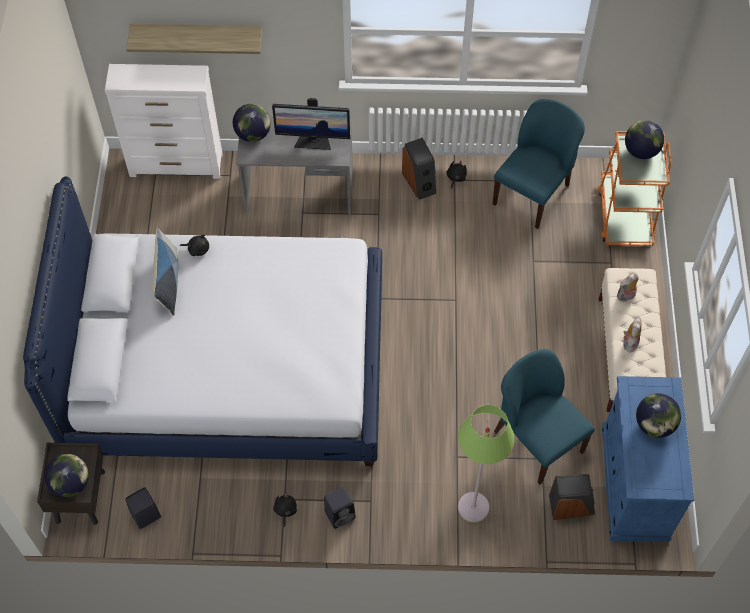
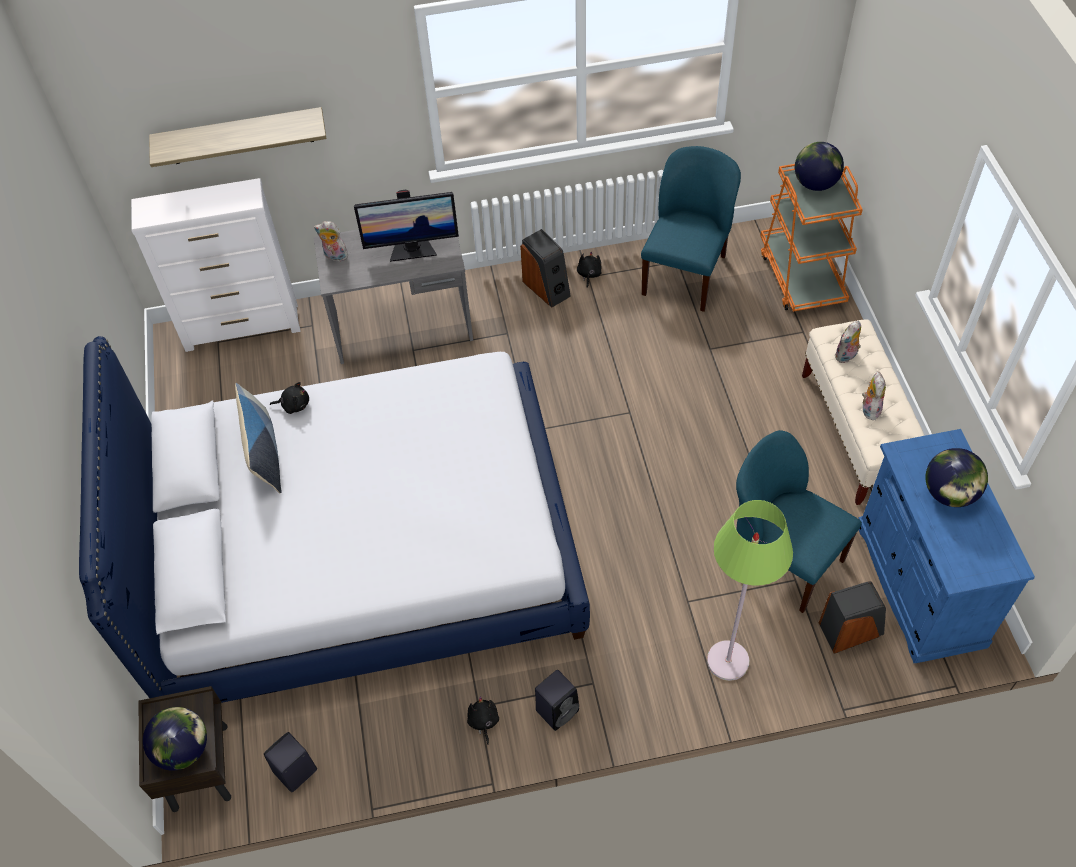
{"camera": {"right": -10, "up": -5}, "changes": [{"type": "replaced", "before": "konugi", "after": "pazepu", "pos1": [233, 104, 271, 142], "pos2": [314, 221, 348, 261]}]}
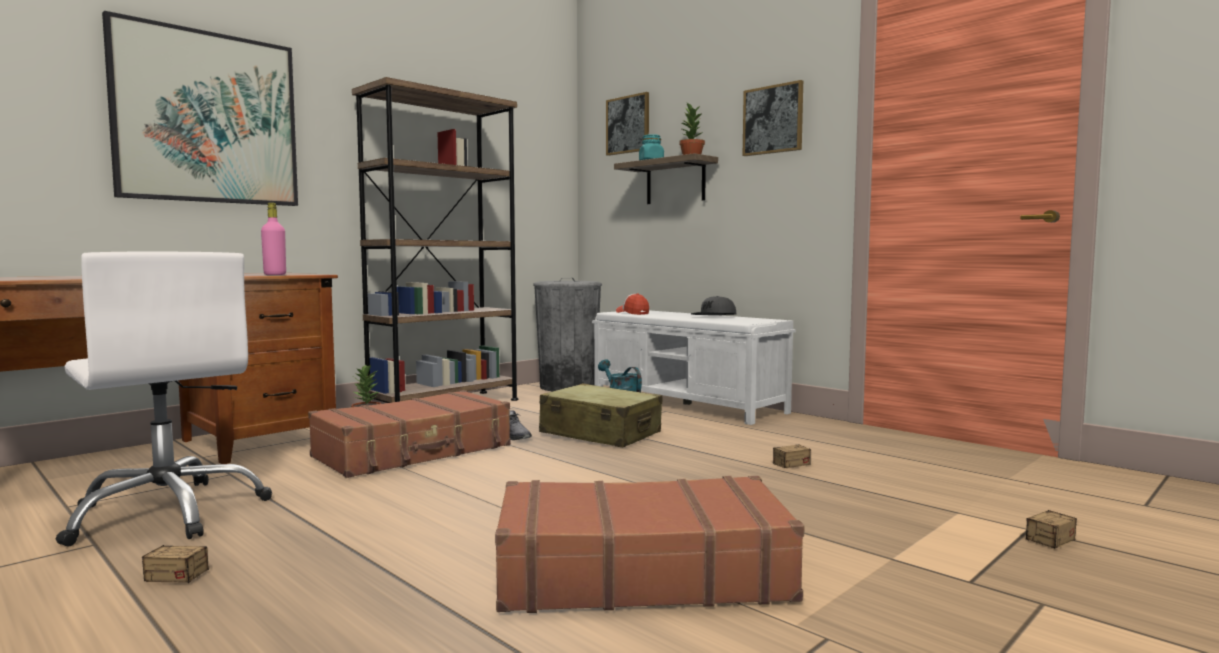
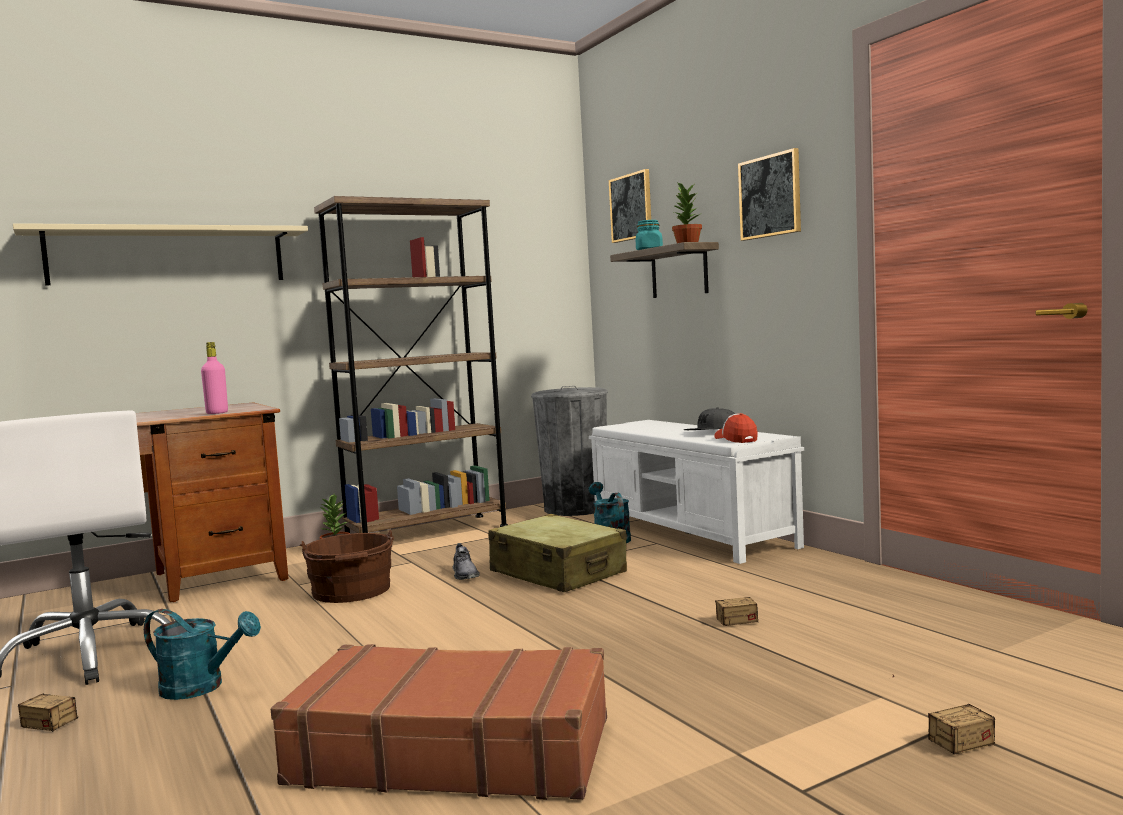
{"camera": {"right": 15, "up": 0}, "changes": [{"type": "replaced", "before": "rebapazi", "after": "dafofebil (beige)", "pos1": [102, 11, 298, 206], "pos2": [13, 223, 308, 285]}, {"type": "added", "after": "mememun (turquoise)", "pos2": [144, 609, 261, 700]}, {"type": "replaced", "before": "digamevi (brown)", "after": "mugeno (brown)", "pos1": [308, 390, 511, 478], "pos2": [300, 530, 394, 603]}, {"type": "moved", "before": "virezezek", "pos1": [616, 293, 649, 315], "pos2": [714, 413, 758, 443]}]}
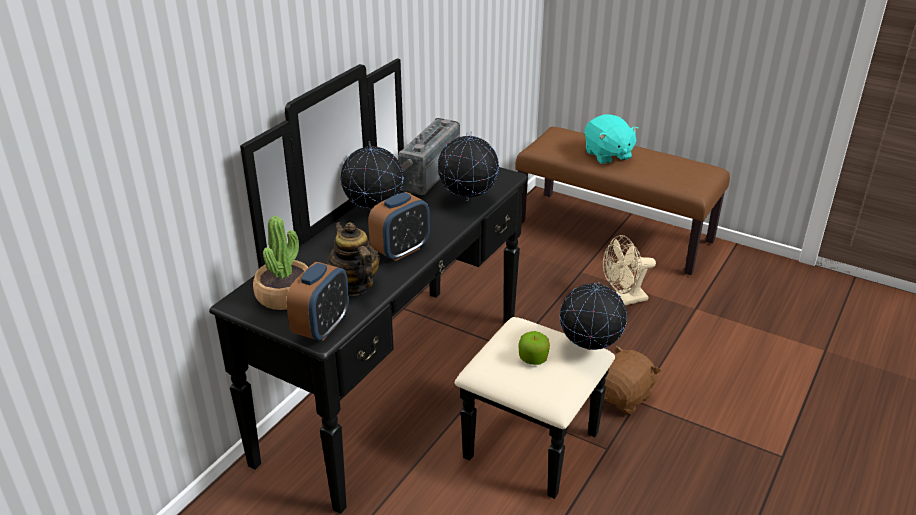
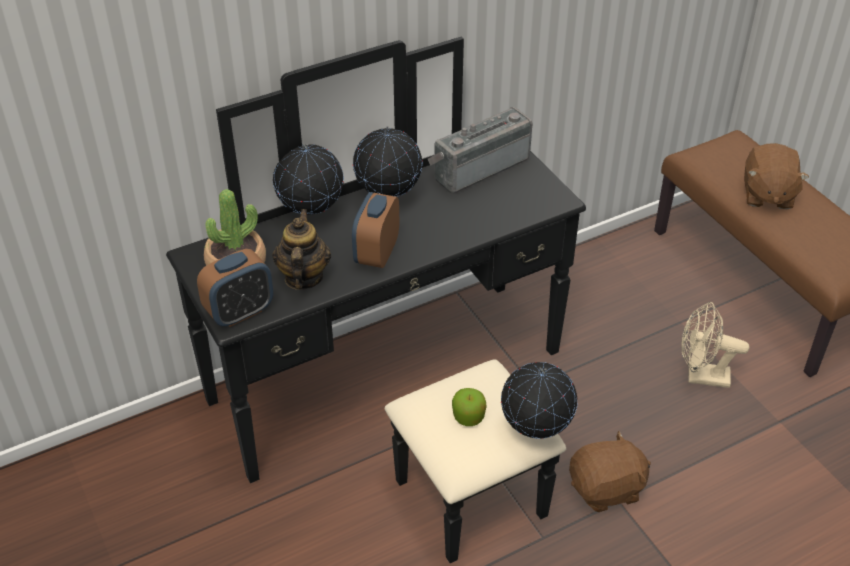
{"camera": {"right": 30, "up": 10}, "changes": [{"type": "moved", "before": "konugi", "pos1": [438, 132, 499, 201], "pos2": [273, 143, 344, 214]}, {"type": "turned", "before": "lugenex", "pos1": [368, 192, 430, 261], "pos2": [352, 192, 399, 268], "turn": 120}, {"type": "recoloured", "before": "pazepu (turquoise)", "after": "pazepu (brown)", "pos1": [585, 114, 639, 164], "pos2": [744, 143, 809, 209]}]}
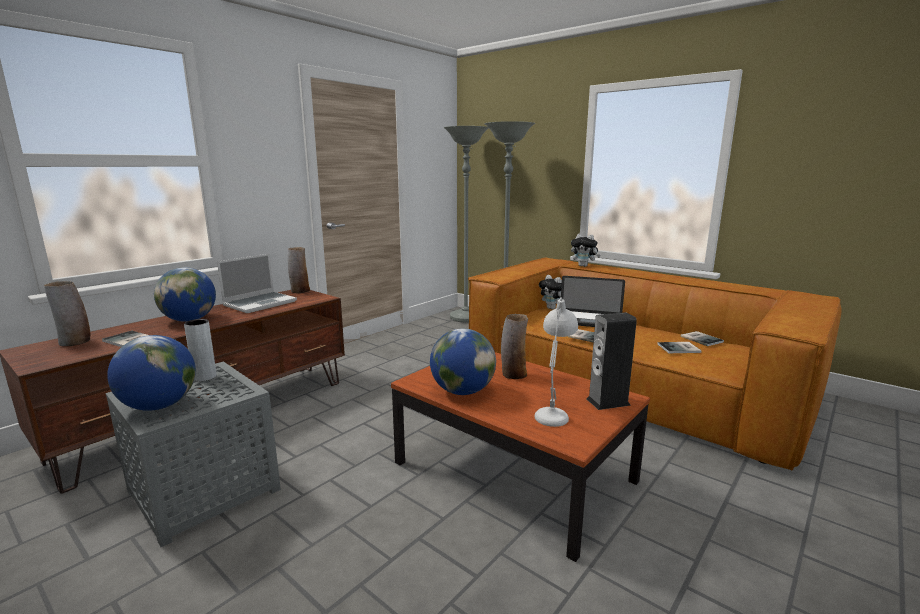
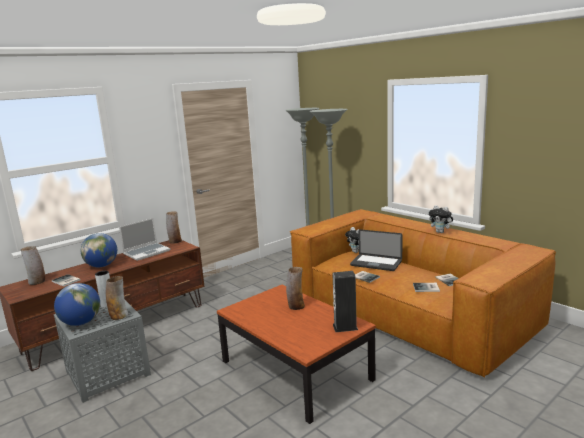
{"camera": {"right": 10, "up": 0}, "changes": [{"type": "added", "after": "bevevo", "pos2": [106, 276, 129, 320]}, {"type": "moved", "before": "pazepu", "pos1": [571, 234, 600, 267], "pos2": [429, 205, 454, 233]}, {"type": "removed", "before": "konugi", "pos1": [430, 328, 496, 395]}, {"type": "removed", "before": "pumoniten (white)", "pos1": [535, 297, 578, 427]}]}
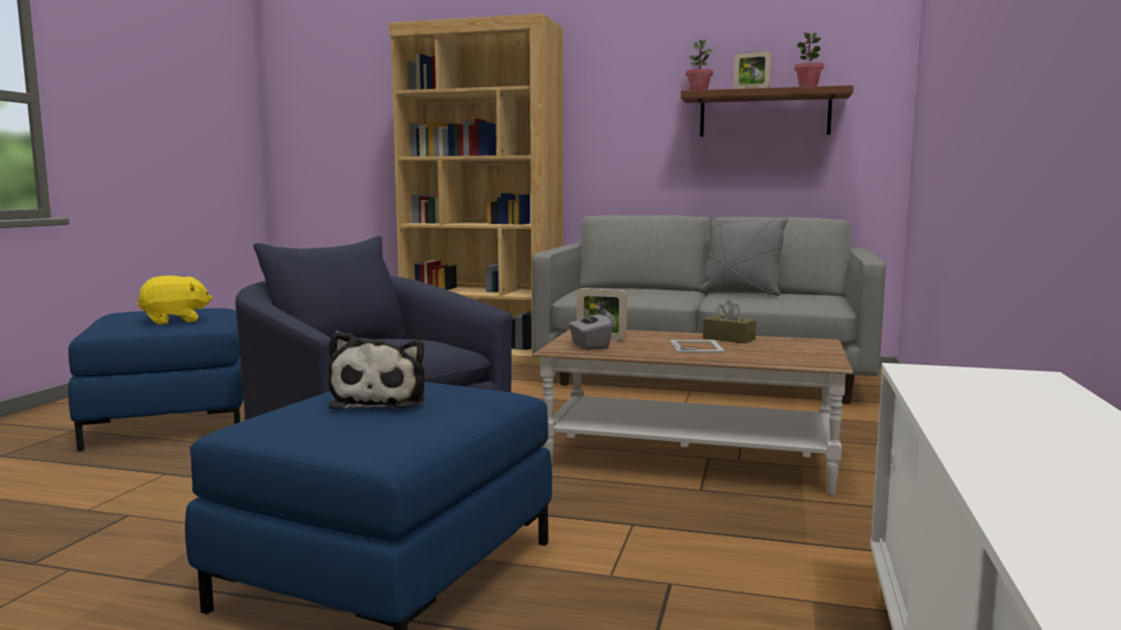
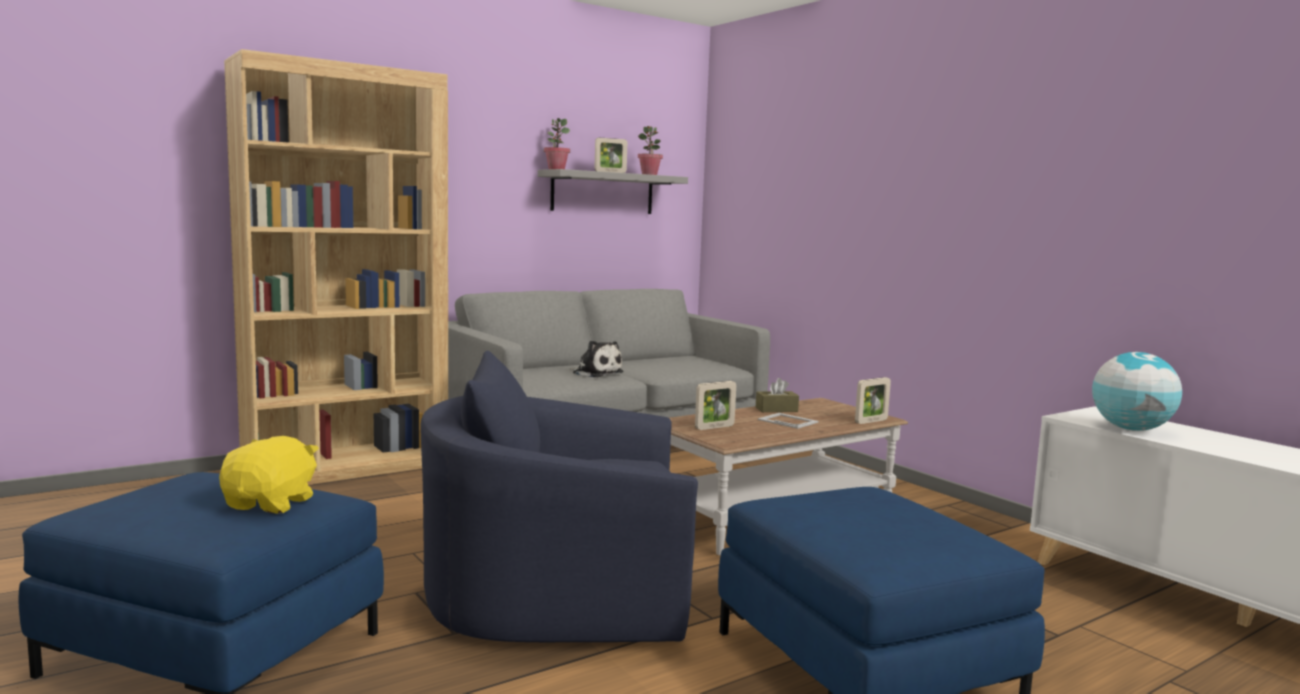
{"camera": {"right": -50, "up": 0}, "changes": [{"type": "recoloured", "before": "dafofebil (brown)", "after": "dafofebil (grey)", "pos1": [681, 85, 854, 137], "pos2": [538, 169, 688, 214]}, {"type": "moved", "before": "pazepu", "pos1": [328, 331, 425, 409], "pos2": [570, 340, 623, 377]}, {"type": "added", "after": "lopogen", "pos2": [855, 377, 891, 424]}, {"type": "added", "after": "konugi", "pos2": [1092, 352, 1182, 431]}, {"type": "removed", "before": "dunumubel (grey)", "pos1": [568, 307, 613, 350]}, {"type": "removed", "before": "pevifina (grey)", "pos1": [699, 216, 788, 296]}]}
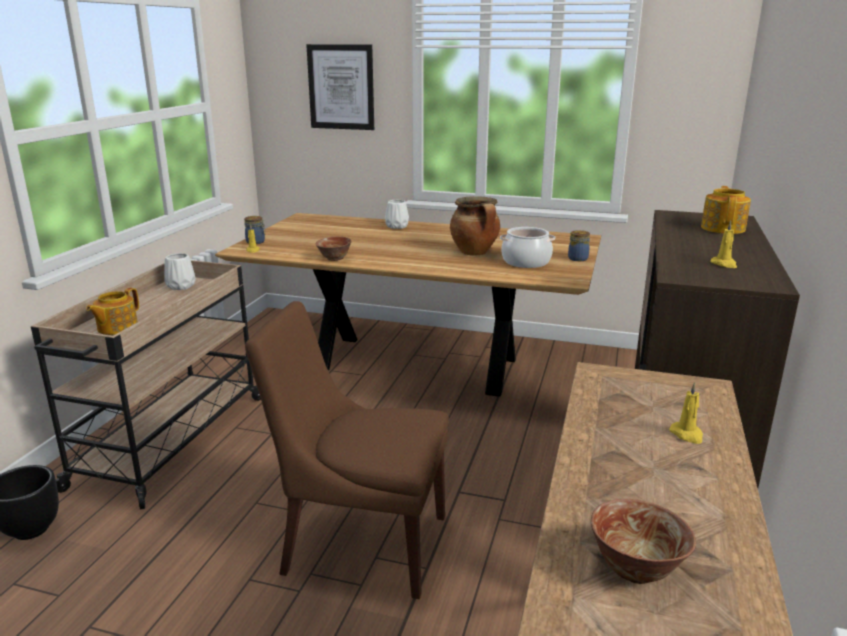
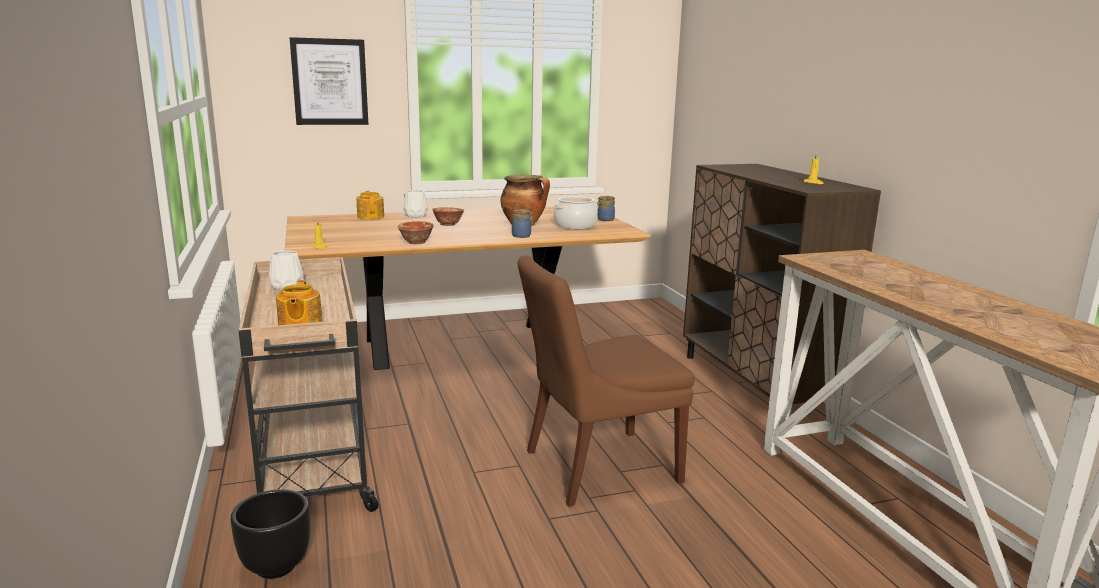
{"camera": {"right": -35, "up": -5}, "changes": [{"type": "moved", "before": "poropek", "pos1": [701, 186, 751, 234], "pos2": [357, 191, 384, 220]}, {"type": "moved", "before": "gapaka", "pos1": [591, 499, 696, 584], "pos2": [432, 207, 464, 226]}, {"type": "moved", "before": "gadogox", "pos1": [244, 216, 266, 244], "pos2": [512, 209, 533, 238]}, {"type": "removed", "before": "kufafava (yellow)", "pos1": [669, 382, 703, 444]}]}
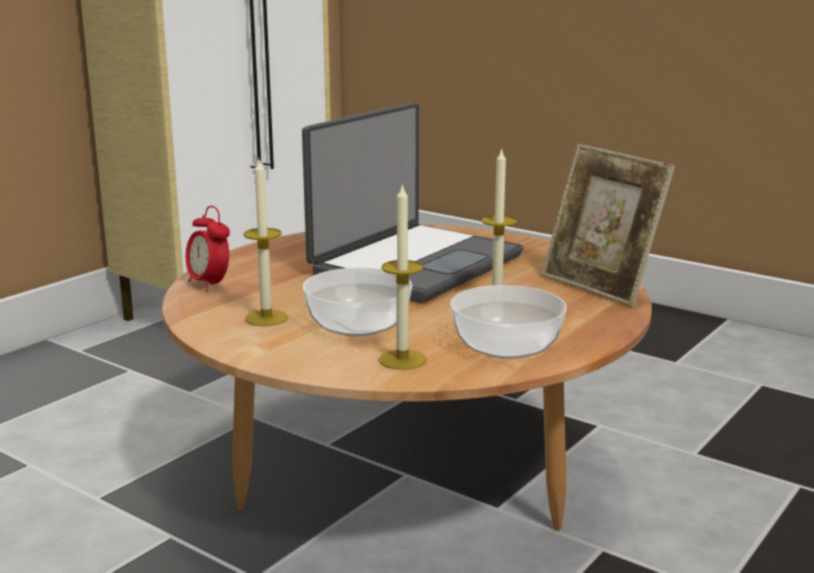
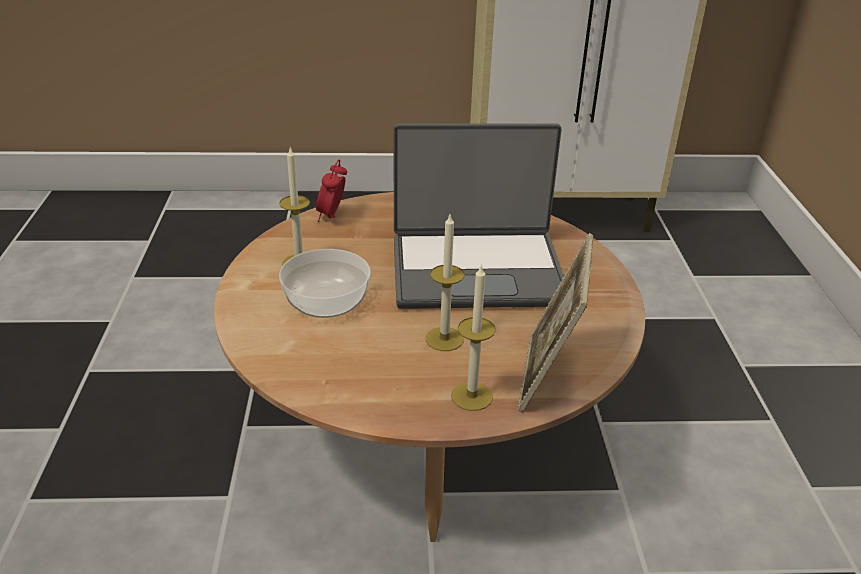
{"camera": {"right": 50, "up": 15}, "changes": [{"type": "moved", "before": "kufafava", "pos1": [379, 183, 427, 370], "pos2": [451, 264, 496, 411]}, {"type": "removed", "before": "gapaka", "pos1": [450, 285, 567, 359]}]}
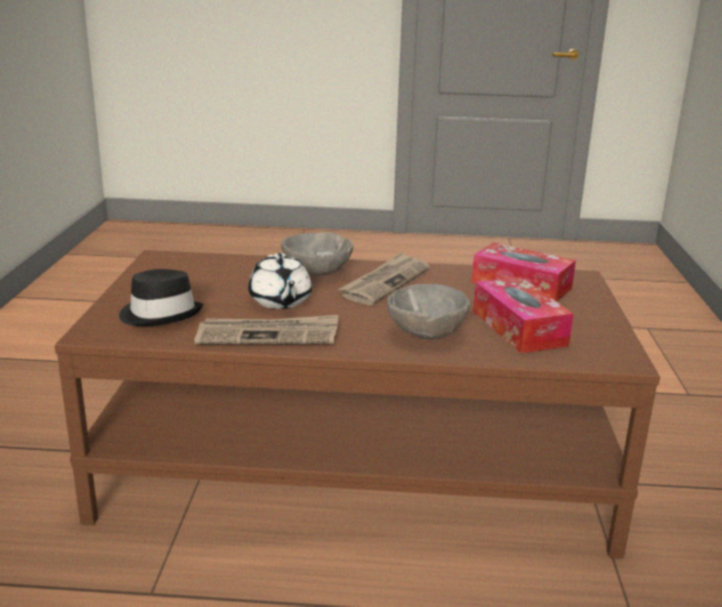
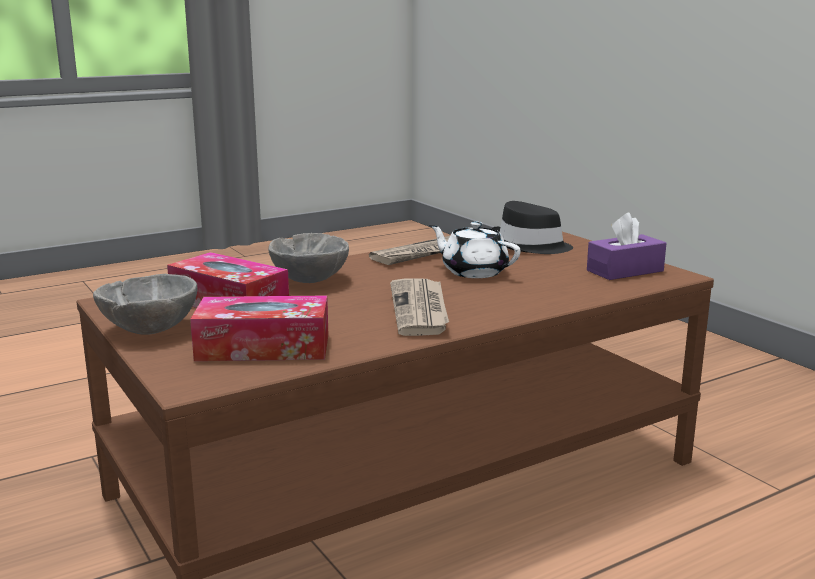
{"camera": {"right": 145, "up": -5}, "changes": [{"type": "moved", "before": "gapaka (grey)", "pos1": [281, 232, 353, 276], "pos2": [93, 274, 197, 335]}, {"type": "added", "after": "dunumubel (purple)", "pos2": [587, 213, 666, 280]}]}
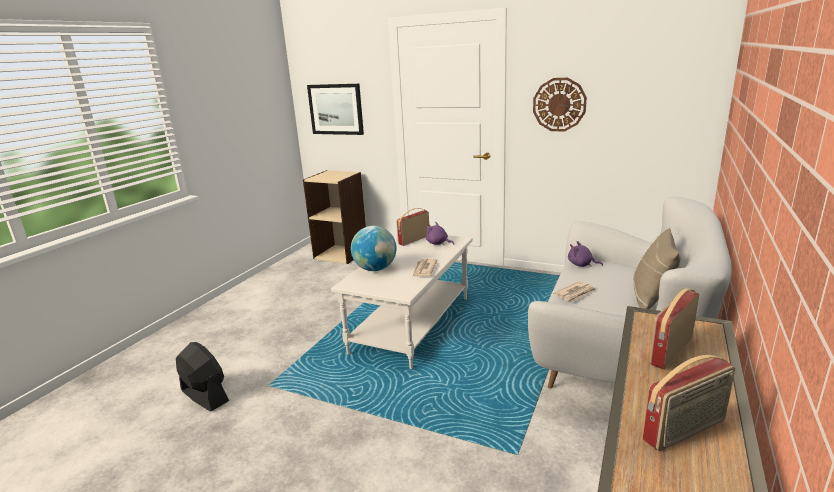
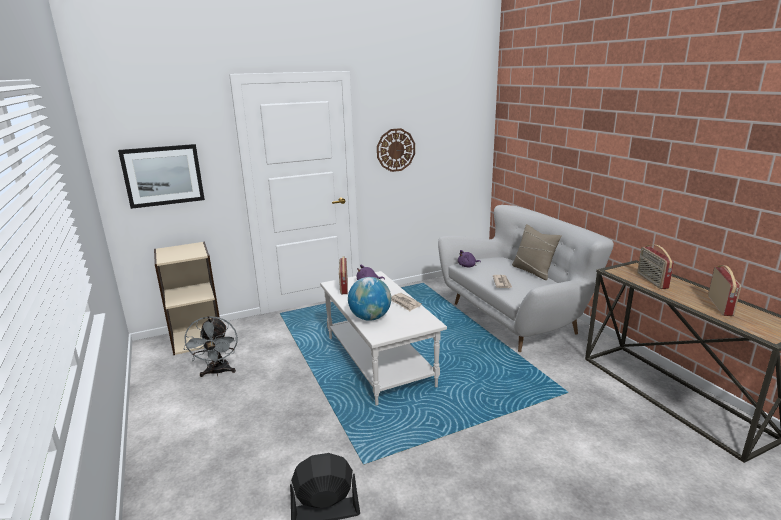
{"camera": {"right": -50, "up": 0}, "changes": [{"type": "added", "after": "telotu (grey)", "pos2": [184, 316, 238, 377]}]}
